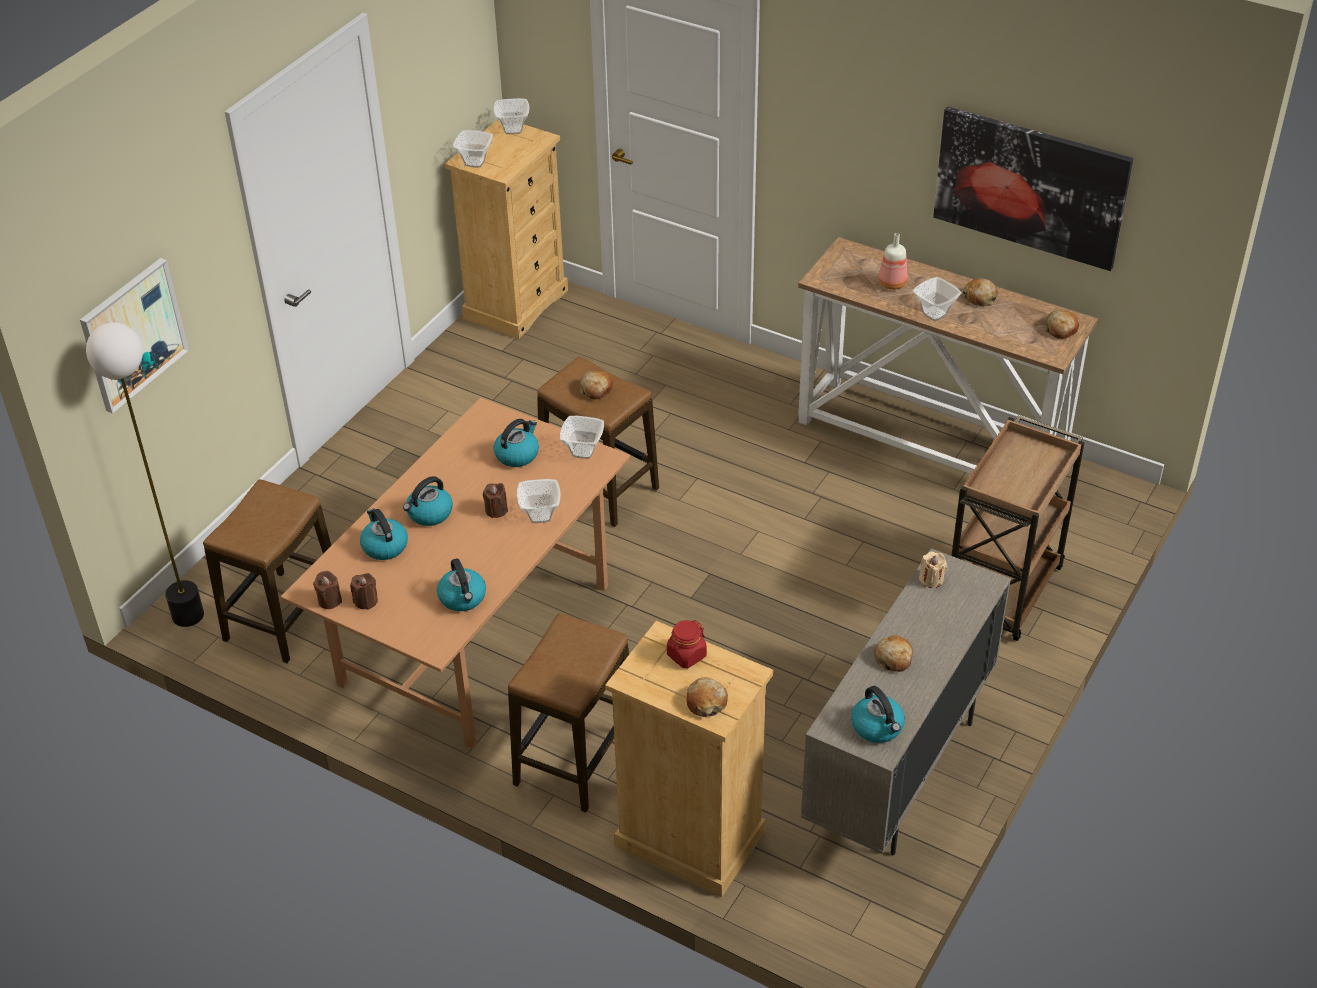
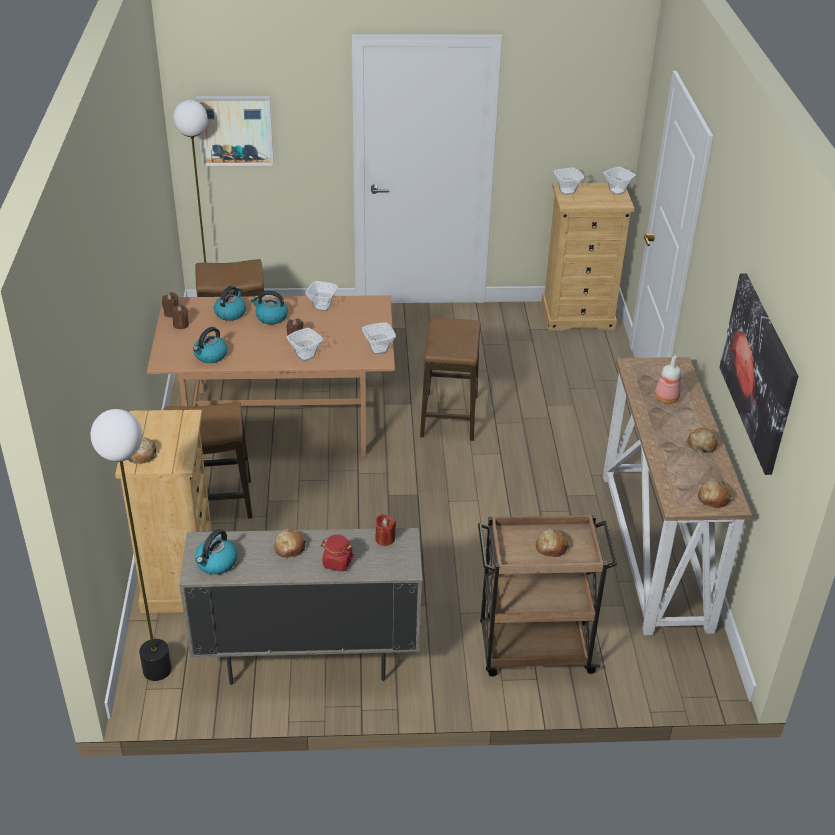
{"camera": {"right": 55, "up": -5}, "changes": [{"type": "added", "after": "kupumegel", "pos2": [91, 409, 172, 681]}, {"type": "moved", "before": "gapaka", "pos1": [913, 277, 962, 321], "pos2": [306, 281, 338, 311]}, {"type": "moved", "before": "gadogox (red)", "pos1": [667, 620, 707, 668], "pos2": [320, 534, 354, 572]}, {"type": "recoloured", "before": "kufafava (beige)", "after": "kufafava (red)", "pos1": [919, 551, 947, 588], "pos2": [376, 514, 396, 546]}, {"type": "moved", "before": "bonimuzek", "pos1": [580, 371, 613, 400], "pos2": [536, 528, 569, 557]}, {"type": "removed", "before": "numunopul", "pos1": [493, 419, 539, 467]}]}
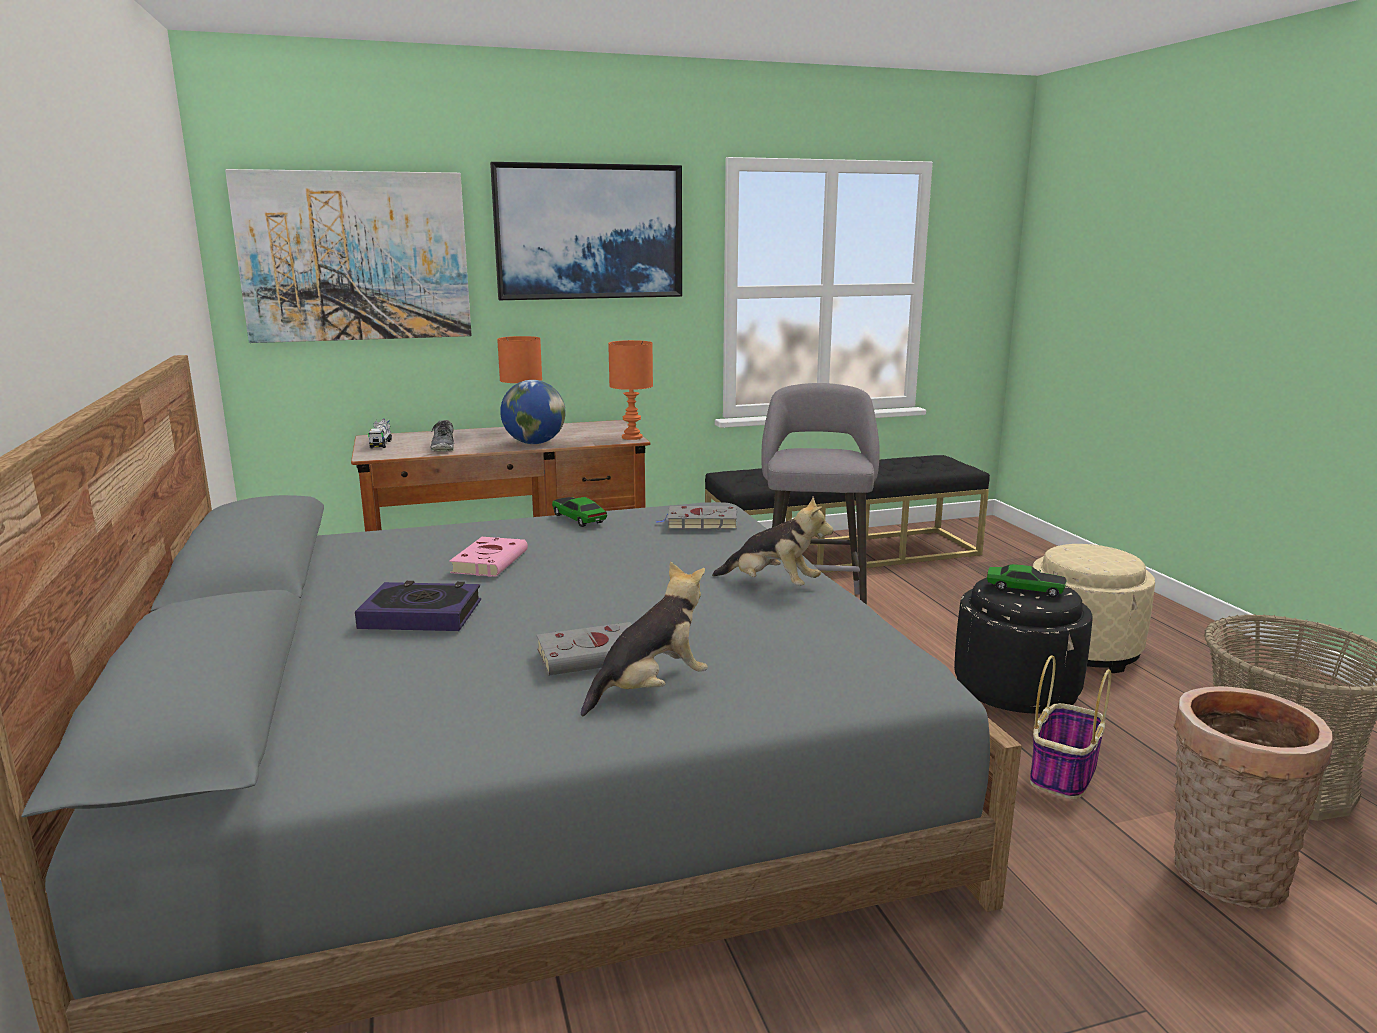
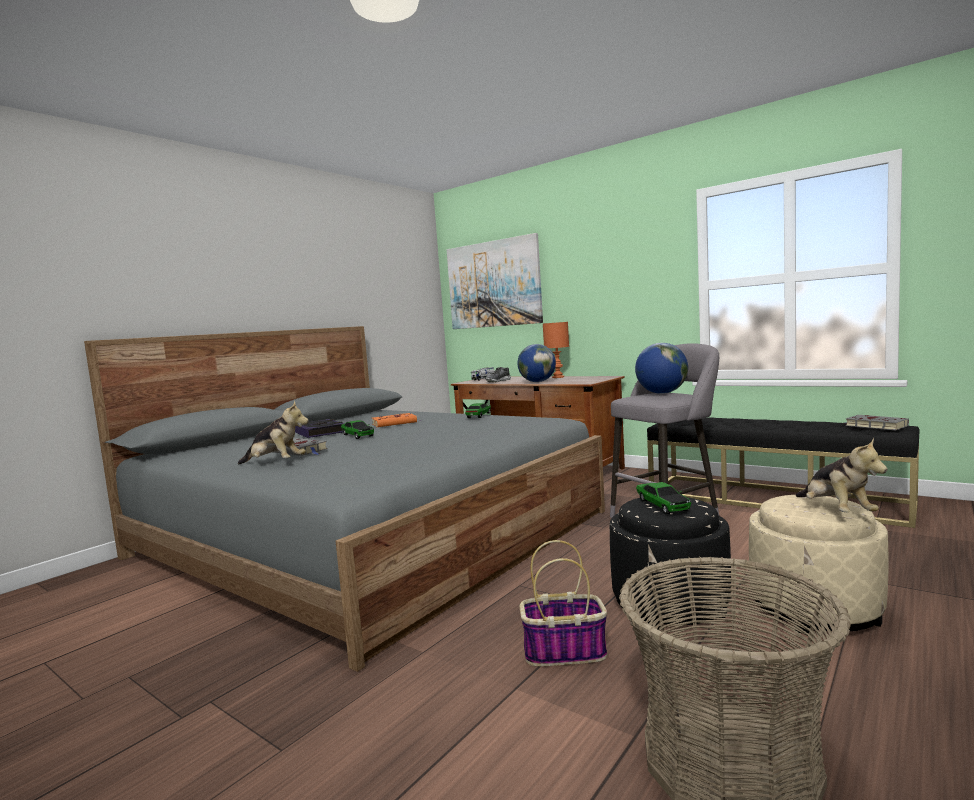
{"camera": {"right": 55, "up": -10}, "changes": [{"type": "added", "after": "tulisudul", "pos2": [341, 420, 374, 439]}, {"type": "recoloured", "before": "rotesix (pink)", "after": "rotesix (orange)", "pos1": [449, 537, 528, 577], "pos2": [372, 413, 422, 427]}, {"type": "added", "after": "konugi", "pos2": [635, 343, 688, 394]}, {"type": "moved", "before": "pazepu", "pos1": [712, 497, 833, 586], "pos2": [796, 438, 887, 512]}, {"type": "moved", "before": "rotesix (grey)", "pos1": [655, 506, 737, 530], "pos2": [846, 415, 909, 430]}, {"type": "removed", "before": "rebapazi", "pos1": [490, 162, 682, 300]}, {"type": "removed", "before": "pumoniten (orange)", "pos1": [608, 340, 653, 440]}, {"type": "removed", "before": "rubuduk", "pos1": [1173, 686, 1334, 909]}]}
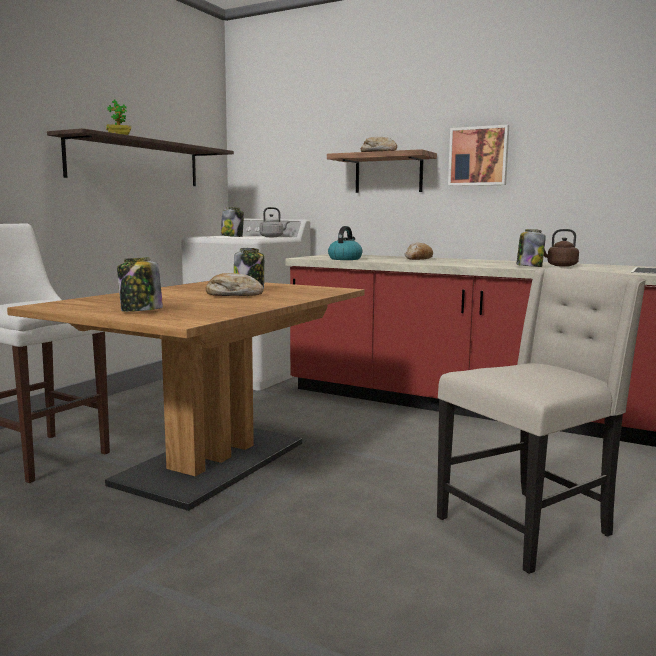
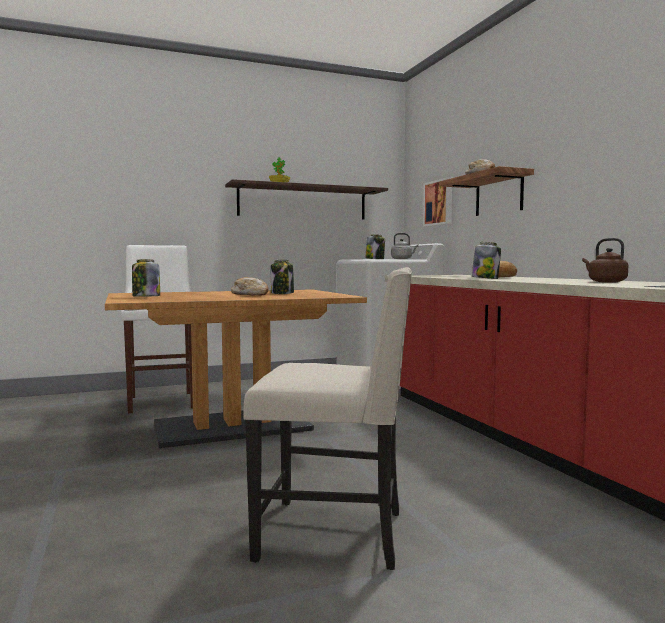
{"camera": {"right": 40, "up": -5}, "changes": [{"type": "moved", "before": "rebapazi", "pos1": [448, 125, 509, 186], "pos2": [423, 177, 452, 227]}, {"type": "moved", "before": "gadogox", "pos1": [516, 229, 546, 267], "pos2": [472, 242, 501, 279]}, {"type": "removed", "before": "numunopul", "pos1": [328, 226, 362, 260]}]}
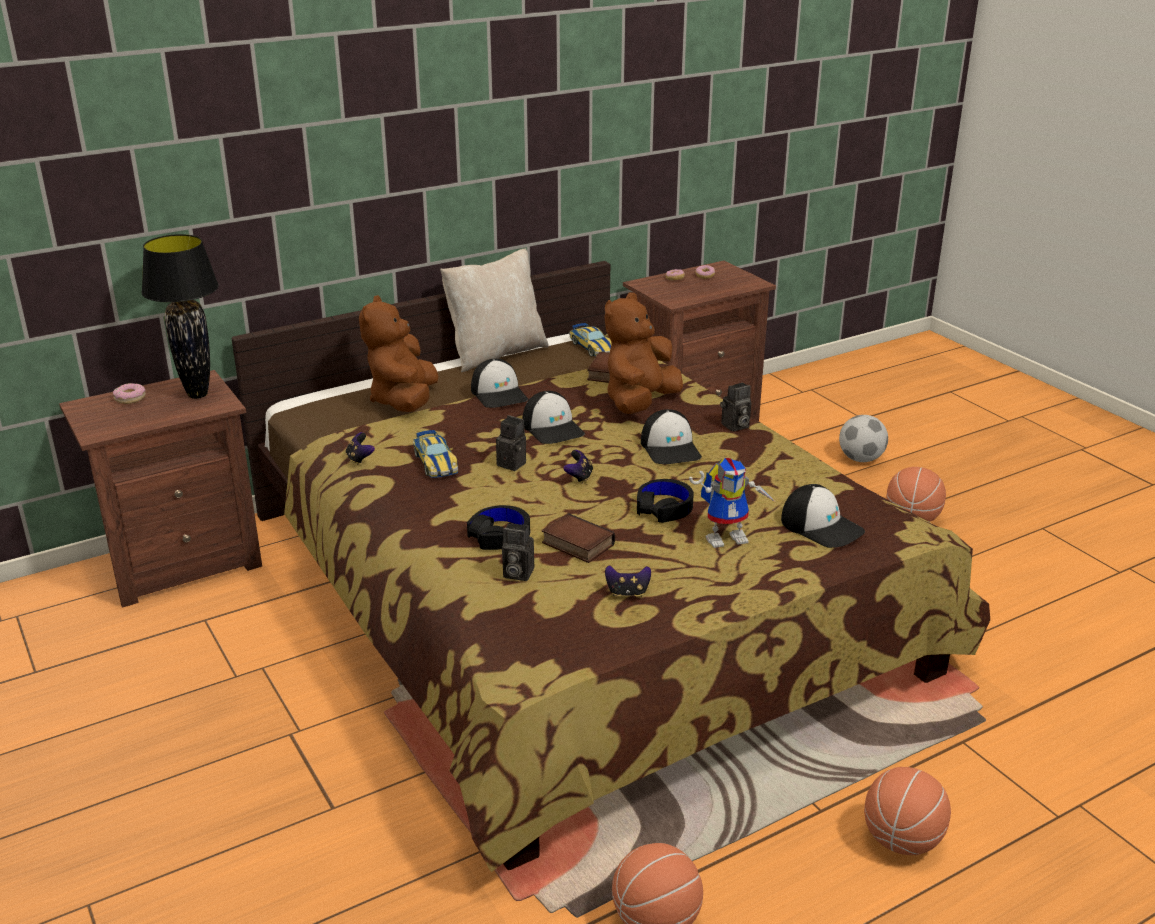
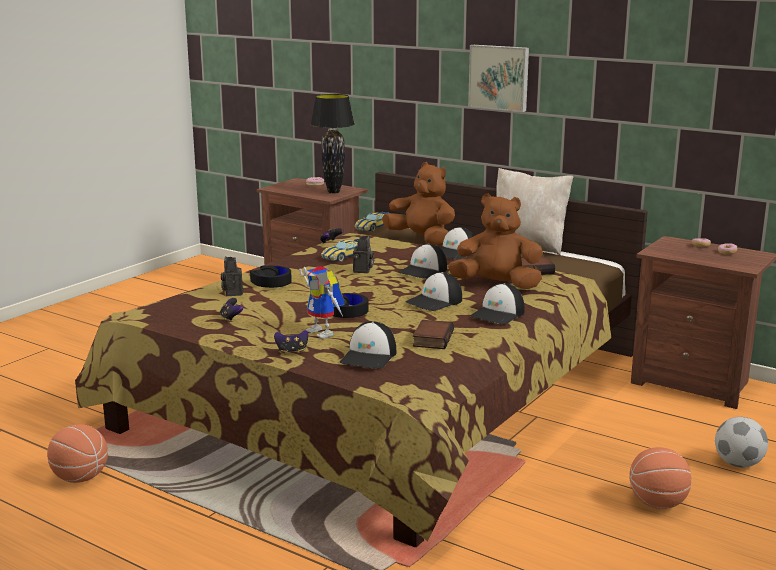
{"camera": {"right": 65, "up": -10}, "changes": [{"type": "moved", "before": "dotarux", "pos1": [563, 450, 593, 483], "pos2": [274, 330, 308, 354]}, {"type": "moved", "before": "tulisudul", "pos1": [569, 323, 612, 357], "pos2": [355, 212, 388, 231]}, {"type": "turned", "before": "pazepu (brown)", "pos1": [359, 295, 439, 412], "pos2": [382, 162, 455, 245], "turn": 60}, {"type": "moved", "before": "rotesix", "pos1": [542, 513, 615, 563], "pos2": [413, 320, 454, 349]}, {"type": "added", "after": "rebapazi", "pos2": [468, 45, 529, 112]}, {"type": "replaced", "before": "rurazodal", "after": "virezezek", "pos1": [720, 382, 751, 432], "pos2": [470, 283, 525, 324]}, {"type": "removed", "before": "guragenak", "pos1": [864, 767, 951, 855]}]}
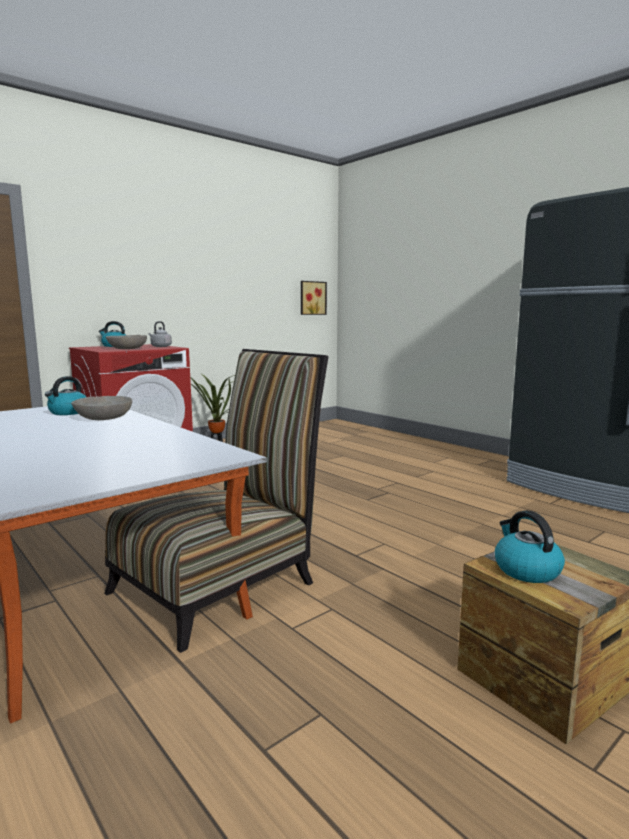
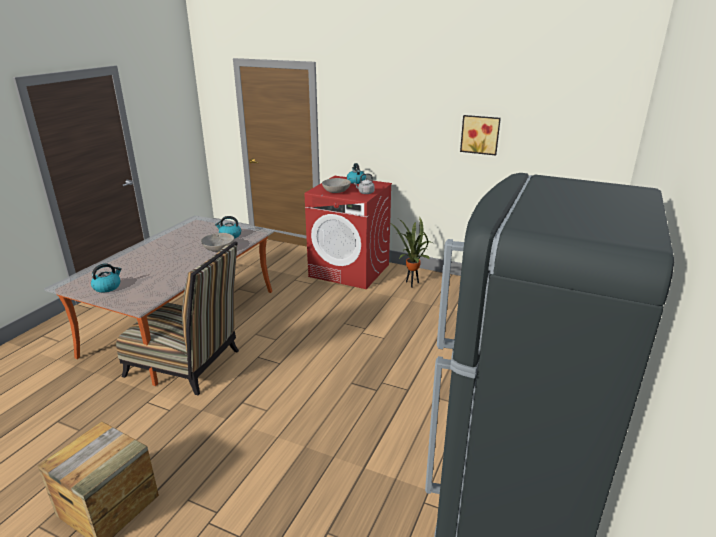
{"camera": {"right": 65, "up": 15}, "changes": [{"type": "moved", "before": "numunopul", "pos1": [495, 510, 565, 583], "pos2": [91, 263, 122, 293]}, {"type": "moved", "before": "rebapazi", "pos1": [301, 281, 327, 315], "pos2": [460, 115, 501, 156]}]}
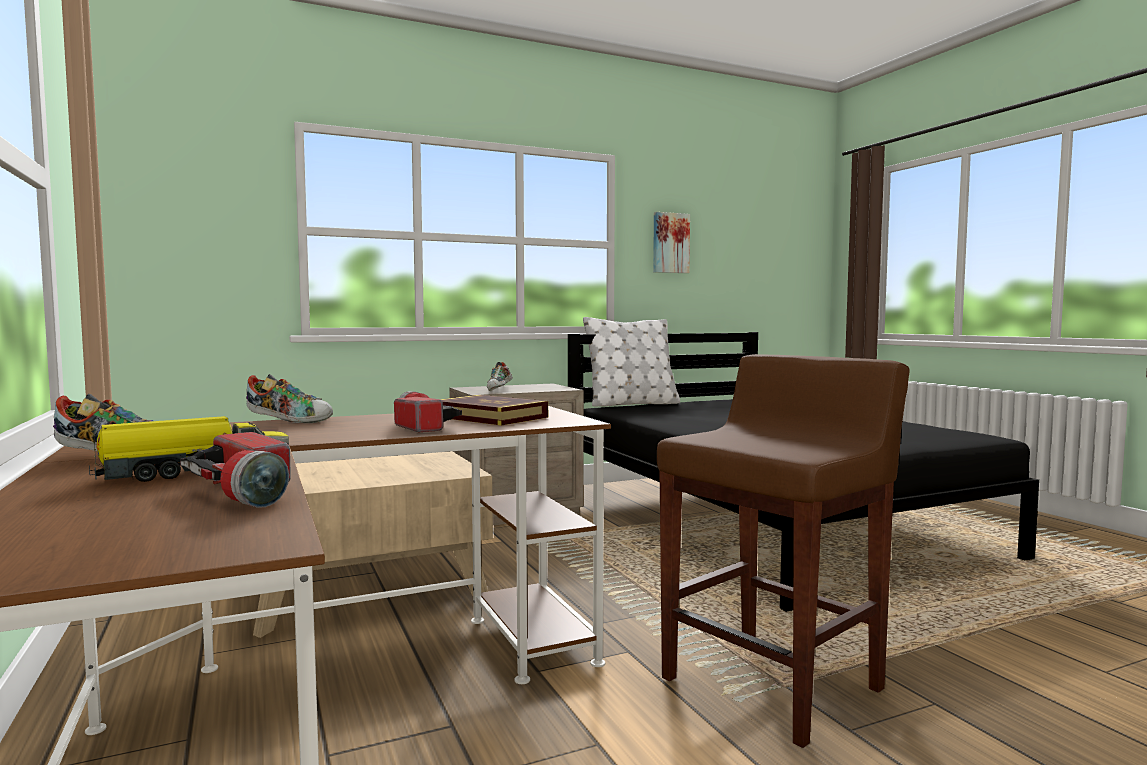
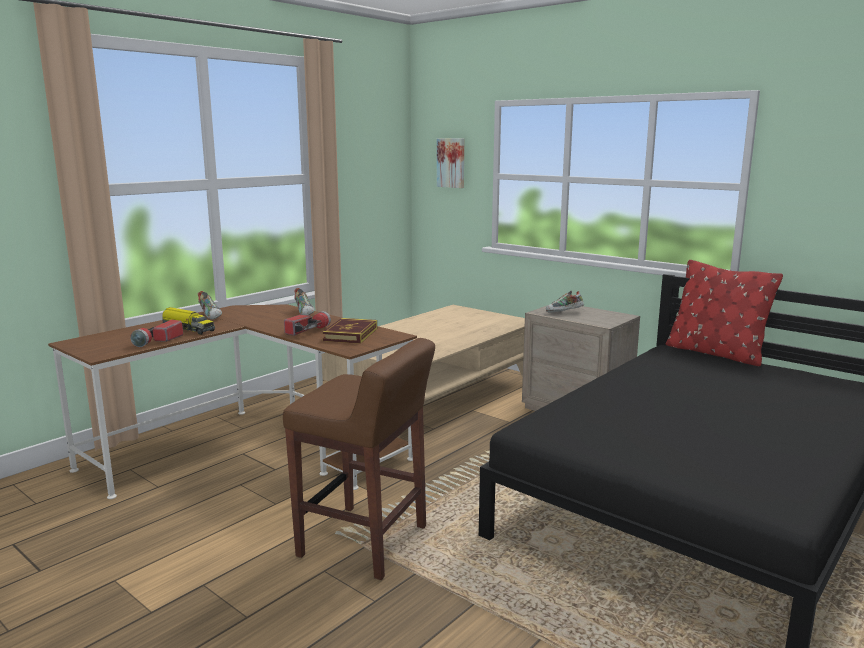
{"camera": {"right": 65, "up": 10}, "changes": [{"type": "moved", "before": "rebapazi", "pos1": [653, 212, 690, 273], "pos2": [437, 138, 464, 188]}, {"type": "recoloured", "before": "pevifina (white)", "after": "pevifina (red)", "pos1": [583, 317, 680, 406], "pos2": [666, 260, 783, 366]}]}
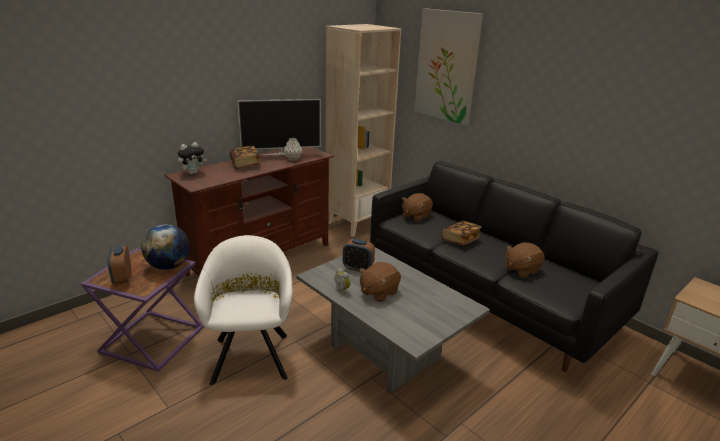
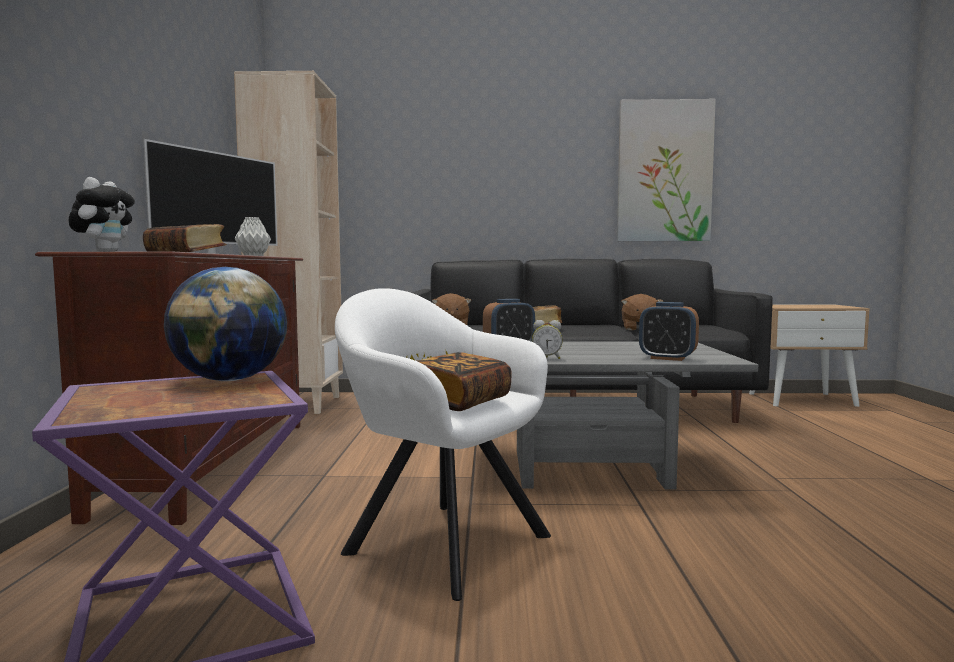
{"camera": {"right": -45, "up": -20}, "changes": [{"type": "added", "after": "rotesix", "pos2": [416, 352, 512, 411]}, {"type": "moved", "before": "rebapazi", "pos1": [414, 8, 483, 125], "pos2": [617, 99, 716, 241]}, {"type": "moved", "before": "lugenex", "pos1": [108, 246, 131, 284], "pos2": [639, 302, 699, 361]}, {"type": "removed", "before": "pazepu (brown)", "pos1": [359, 262, 401, 302]}]}
